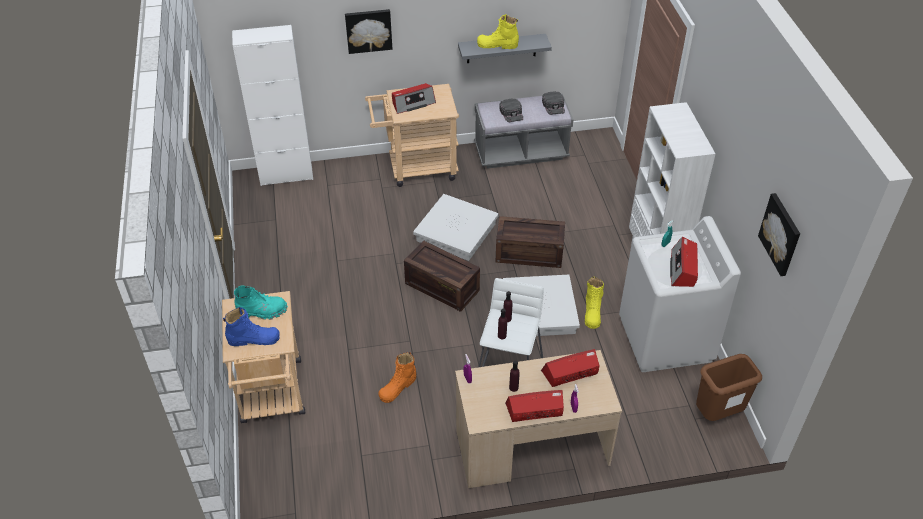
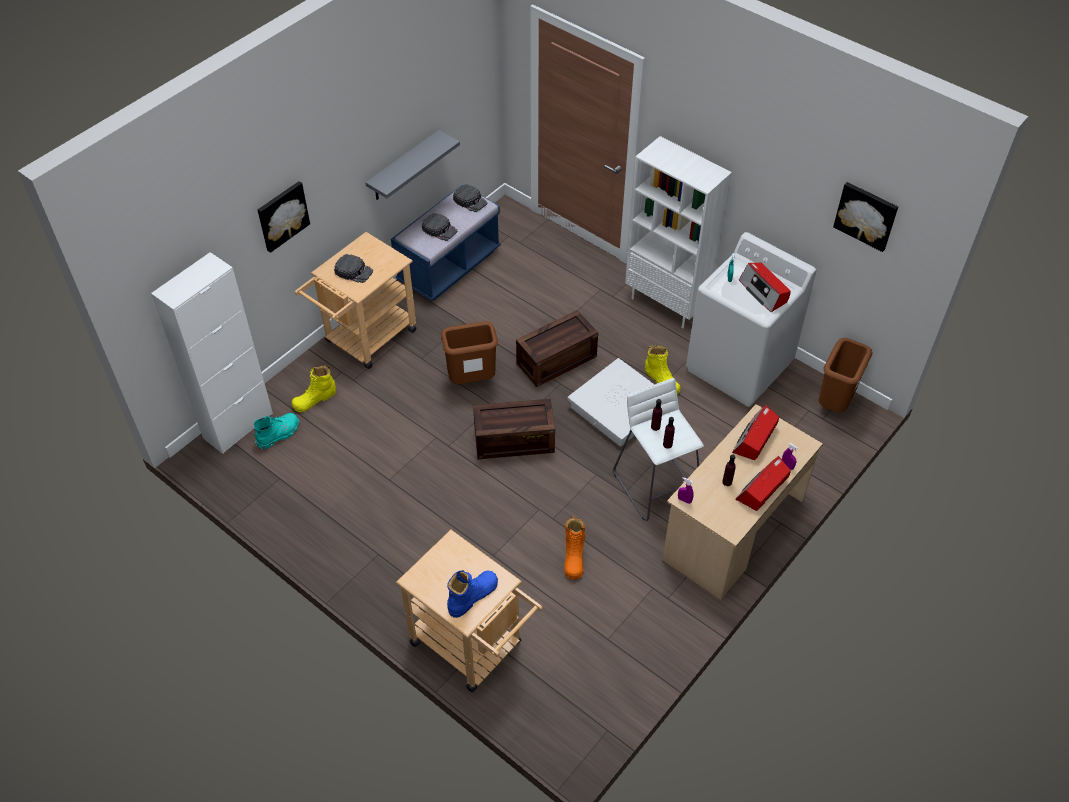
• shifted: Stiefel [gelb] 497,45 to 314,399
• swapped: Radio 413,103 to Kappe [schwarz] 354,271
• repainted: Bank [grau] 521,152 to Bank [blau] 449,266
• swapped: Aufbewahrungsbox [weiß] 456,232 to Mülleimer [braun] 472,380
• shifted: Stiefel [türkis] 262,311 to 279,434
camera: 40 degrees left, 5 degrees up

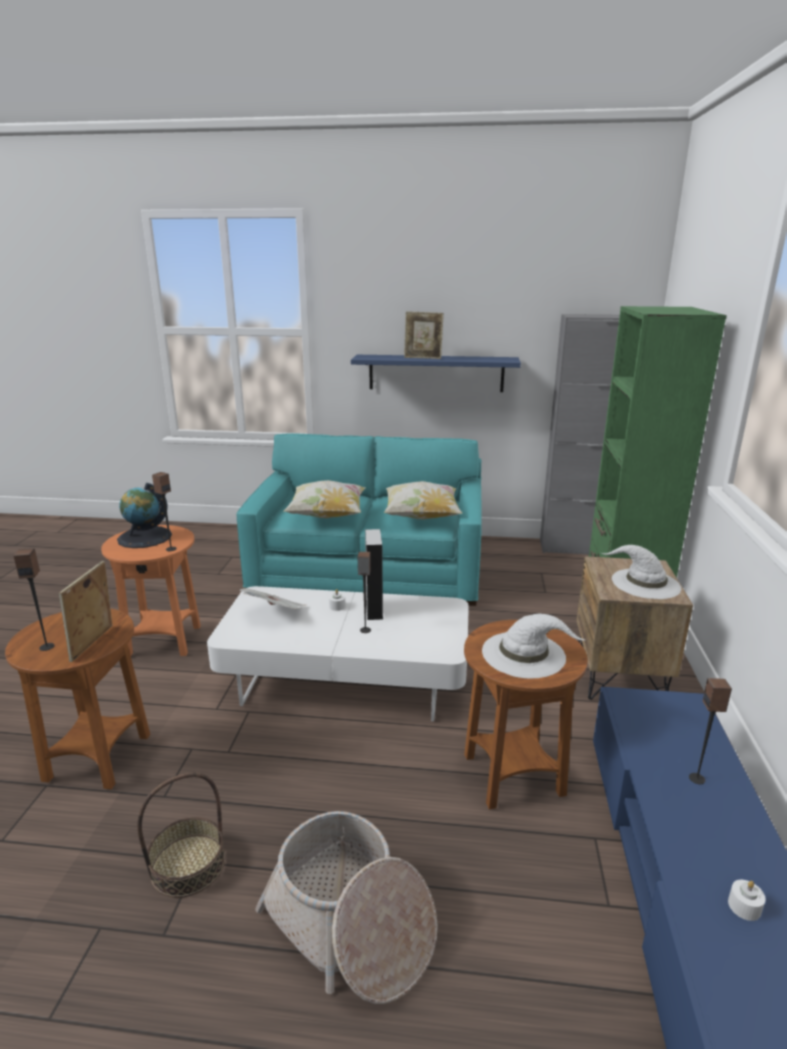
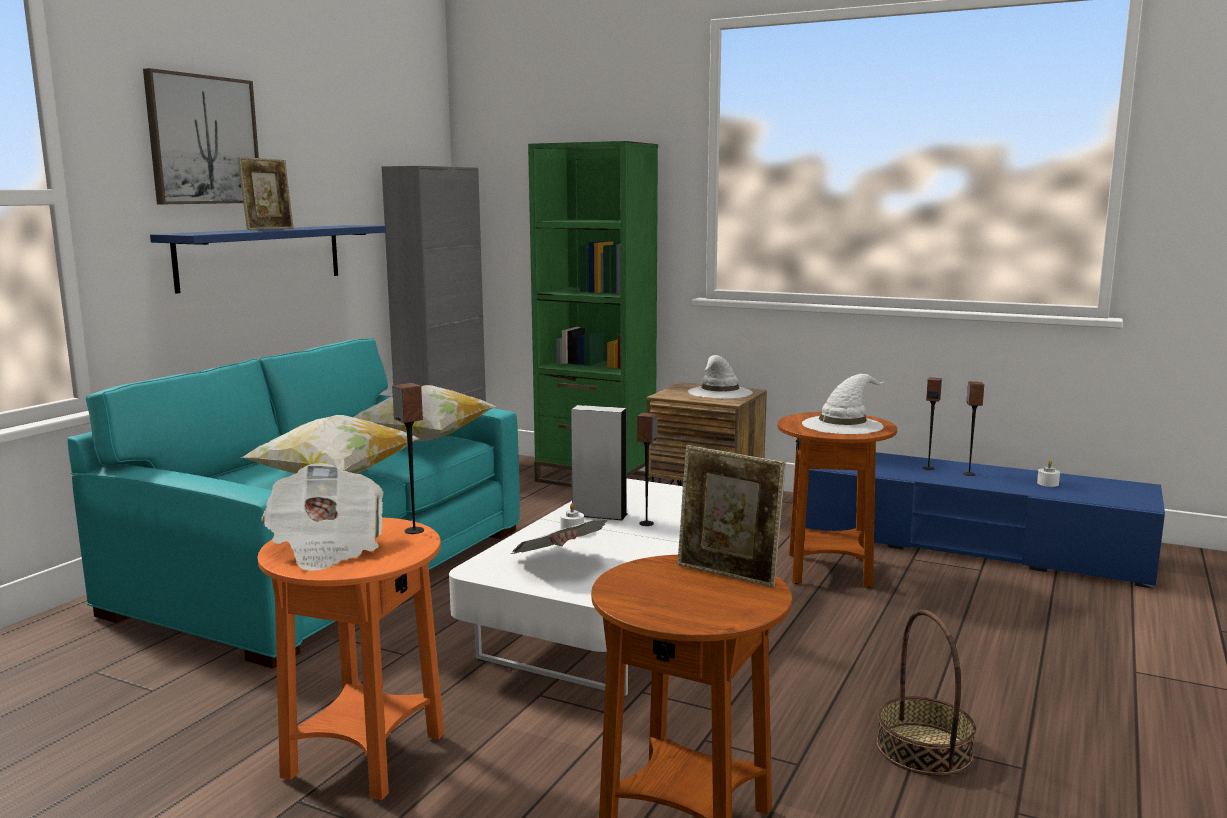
• swapped: Globus 144,537 to Zeitung 326,547
• shifted: Lautsprecher 47,646 to 968,474
• gone: Korb 350,925
• new: Bild 203,140
camera: 70 degrees left, 10 degrees down

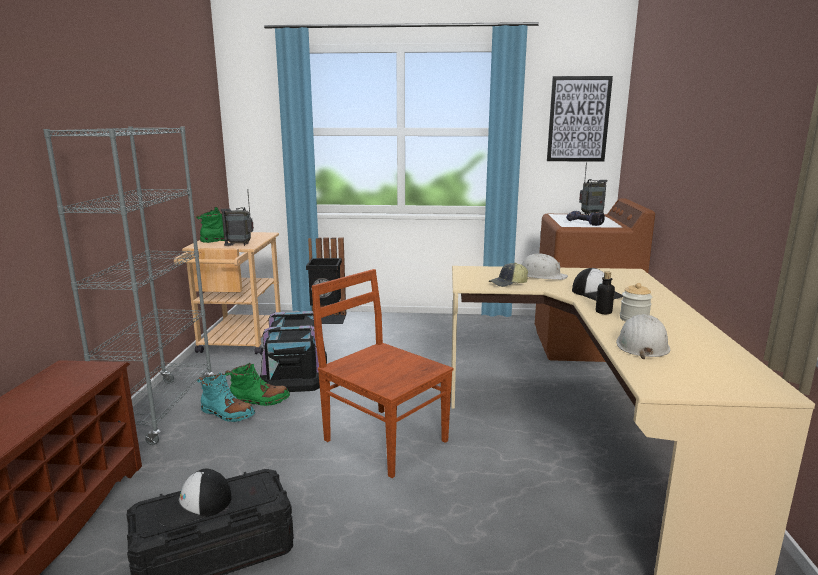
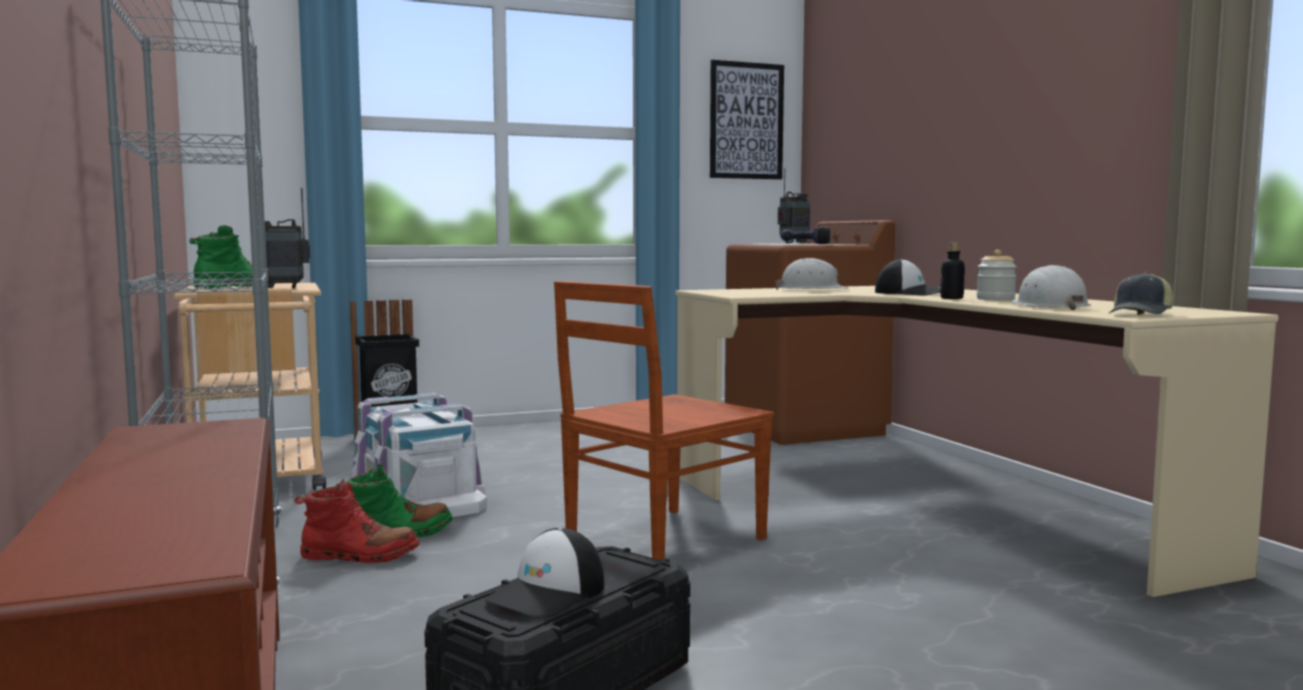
• shifted: Kappe 508,284 to 1141,314
• rotated: Stuhl [braun] 383,439 = 662,541 60 degrees counterclockwise
• repainted: Aufbewahrungsbox [schwarz] 294,372 to Aufbewahrungsbox [weiß] 415,499
• repainted: Stiefel [türkis] 227,414 to Stiefel [rot] 359,556
camera: 25 degrees left, 10 degrees down

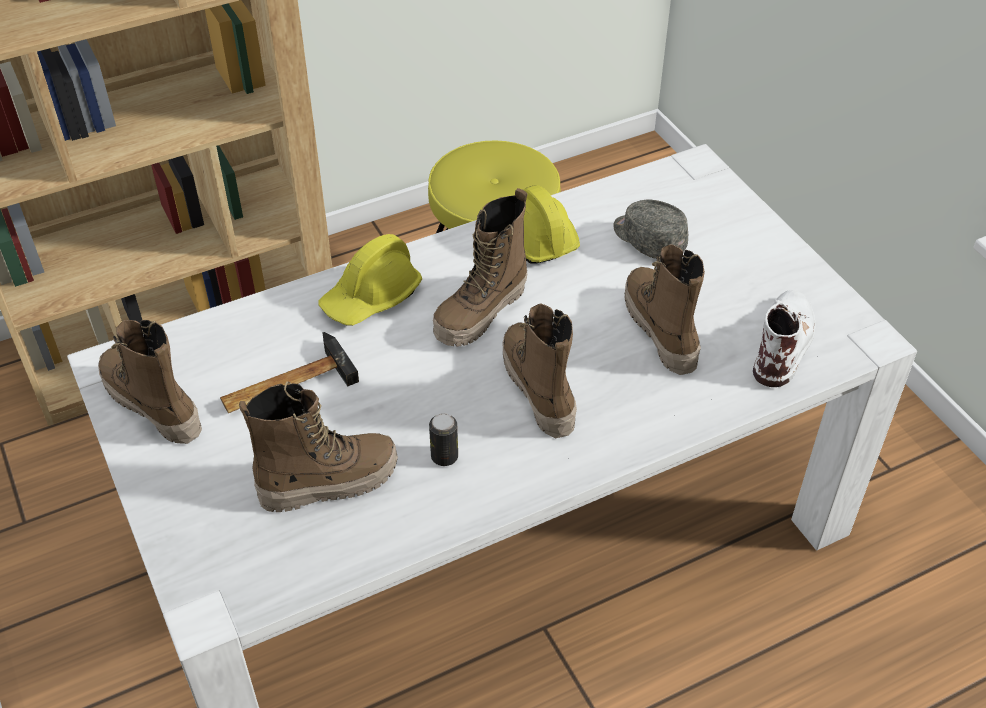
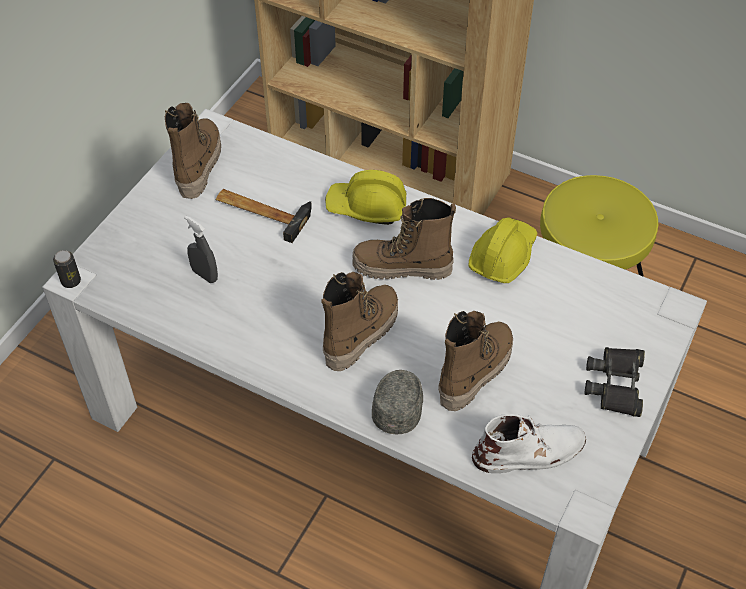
• shifted: Kappe [grau] 648,239 to 399,405
• swapped: Stiefel 328,481 to Sprühflasche [grau] 204,275
• shifted: Dose 444,456 to 71,281
• new: Fernglas [schwarz] 616,384
camera: 55 degrees right, 5 degrees up

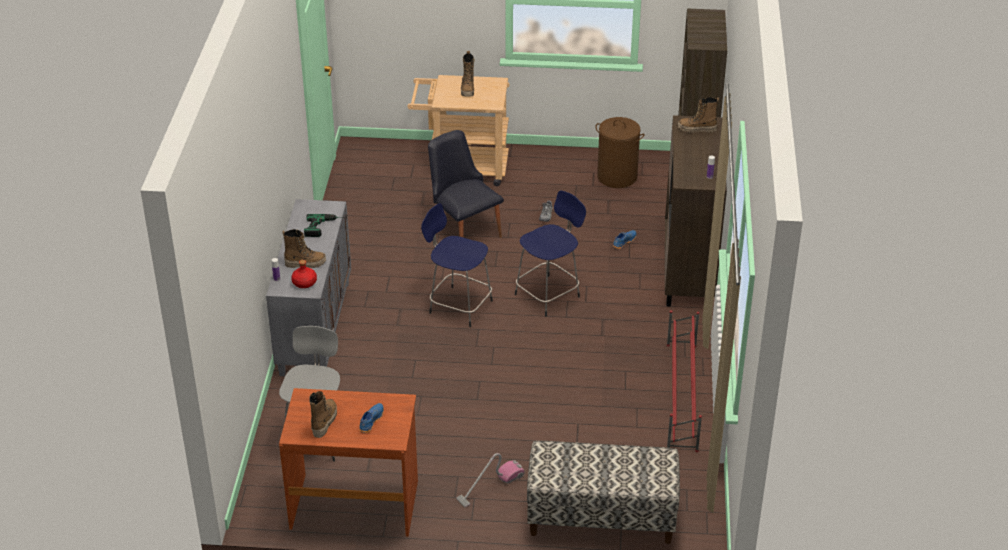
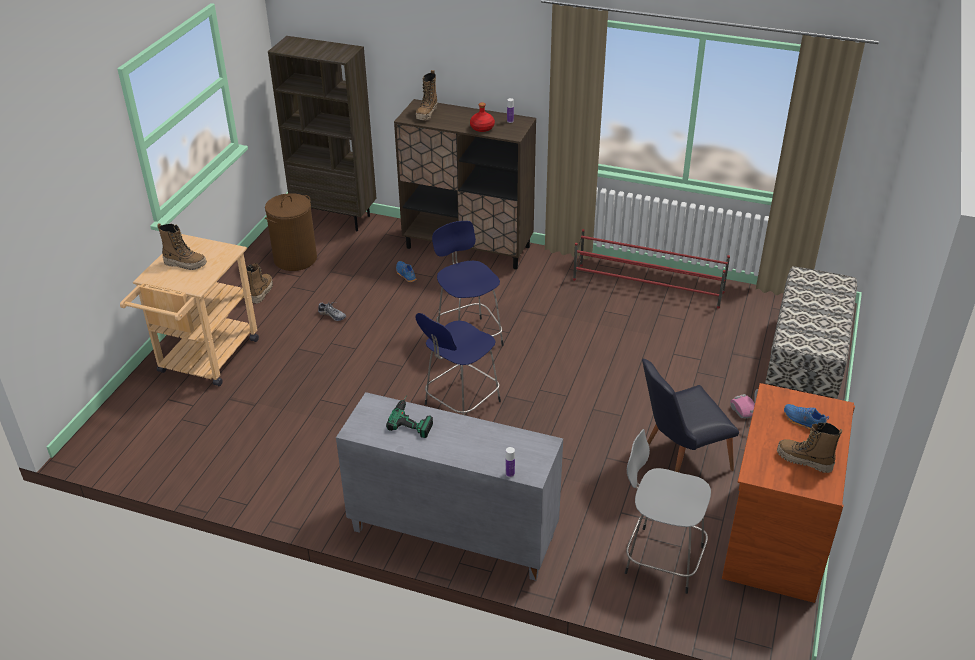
• shifted: Stuhl [schwarz] 464,229 to 678,459
• shifted: Stiefel 305,263 to 261,292
• shifted: Flasche [rot] 304,283 to 482,128
camera: 75 degrees left, 0 degrees up

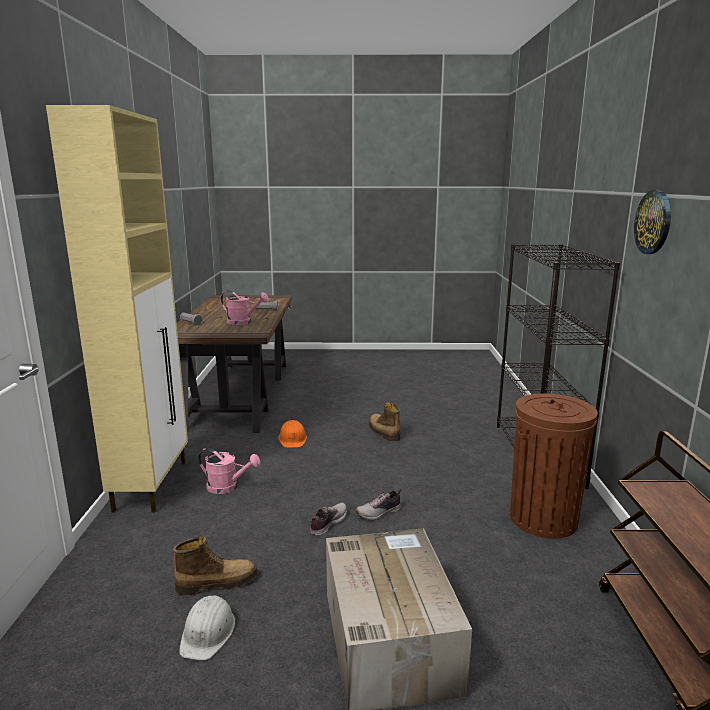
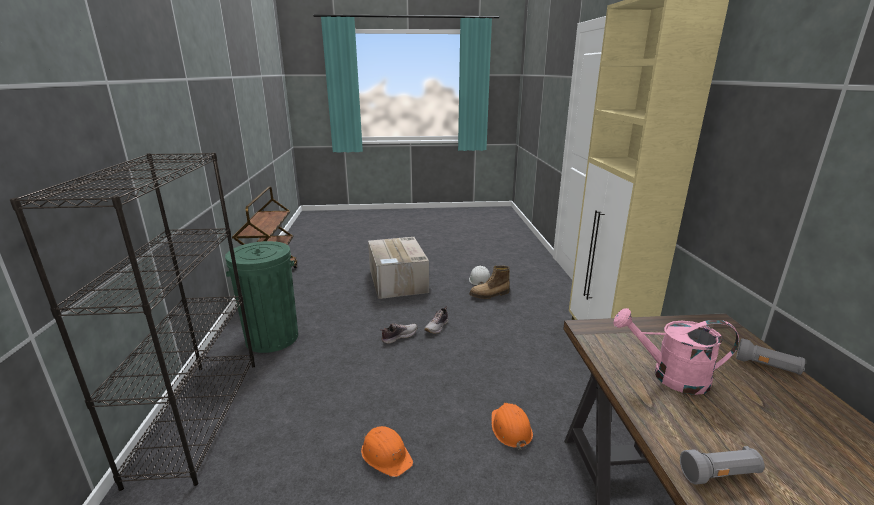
• gone: Wanduhr 653,222
• repainted: Mülleimer [braun] 543,519 to Mülleimer [grün] 272,338
• swapped: Stiefel 383,432 to Schutzhelm [orange] 386,455
• gone: Gießkanne [rosa] 228,487
camera: 175 degrees right, 5 degrees up

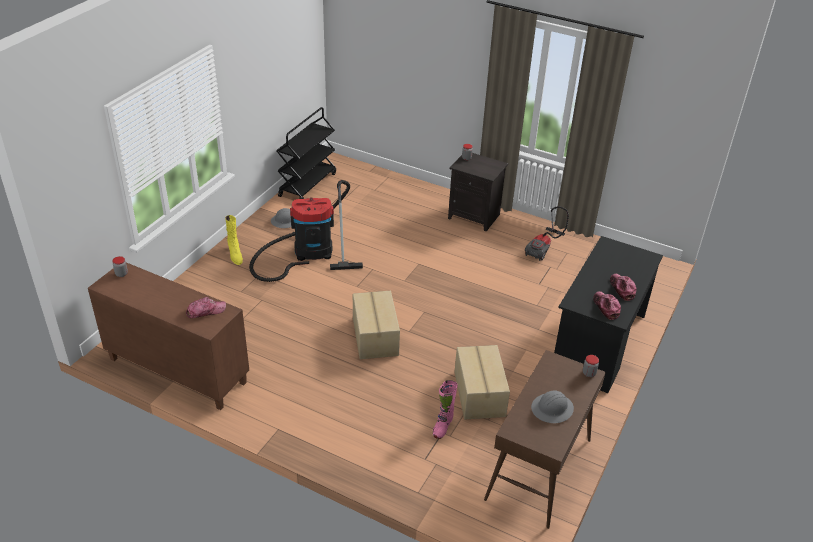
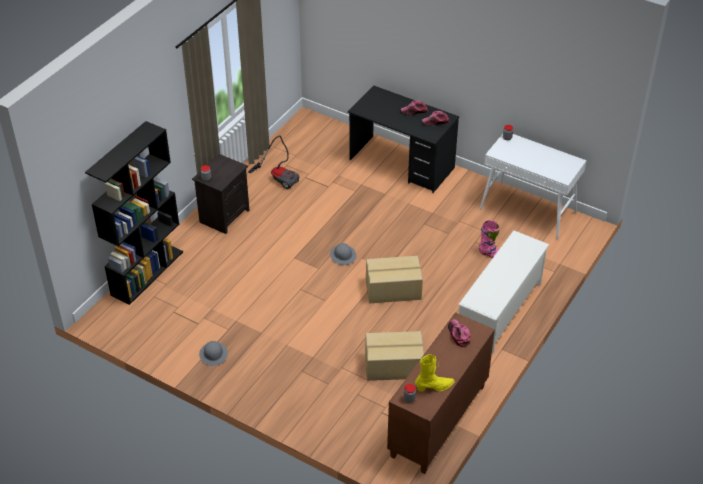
• gone: Rollwagen [schwarz] 307,184
• gone: Staubsauger 308,252
• shifted: Stiefel [gelb] 235,255 to 434,387
• shifted: Karton 478,394 to 394,366
• repainted: Konsolentisch [braun] 539,470 to Konsolentisch [weiß] 528,210
• shifted: Schutzhelm [grau] 552,409 to 343,255
• new: Bücherregal [schwarz] 147,272
• new: Schuhregal [weiß] 500,311
camera: 85 degrees left, 5 degrees up

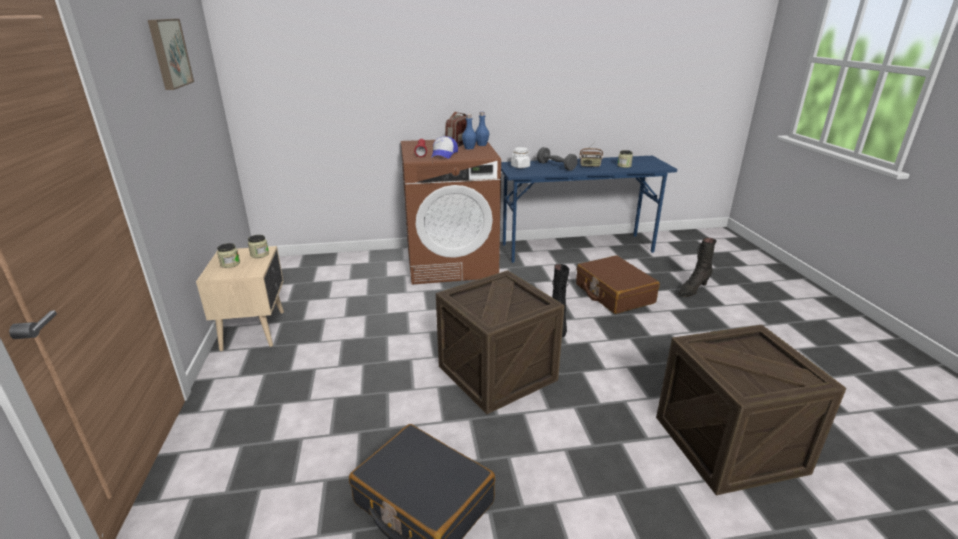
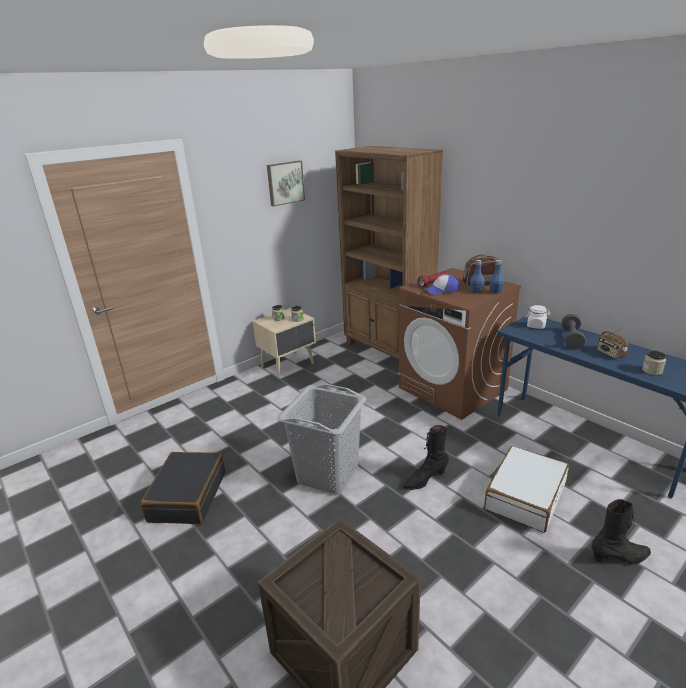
• rotated: Stiefel [schwarz] 692,290 = 619,558 150 degrees clockwise
• repainted: Koffer [braun] 613,293 to Koffer [weiß] 524,496
• swapped: Kiste 497,373 to Wäschekorb [grau] 328,474
• new: Bücherregal [braun] 388,350
camera: 60 degrees right, 0 degrees up

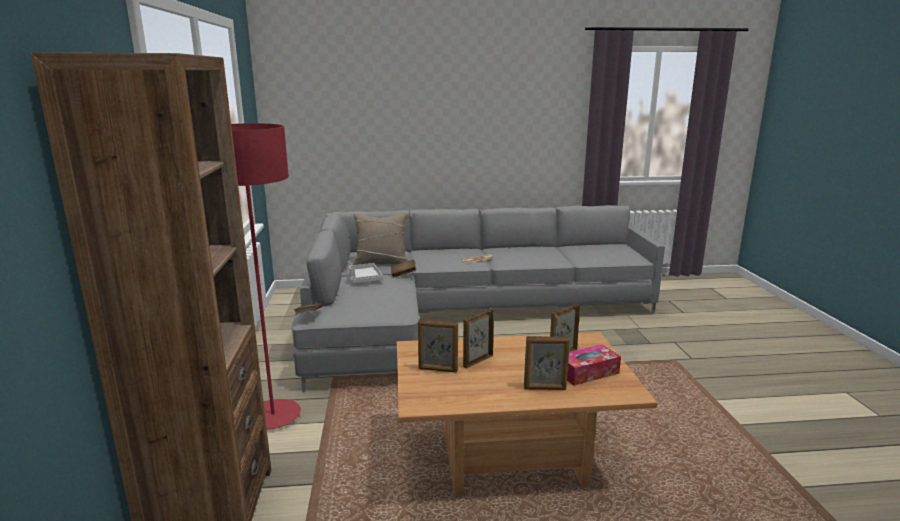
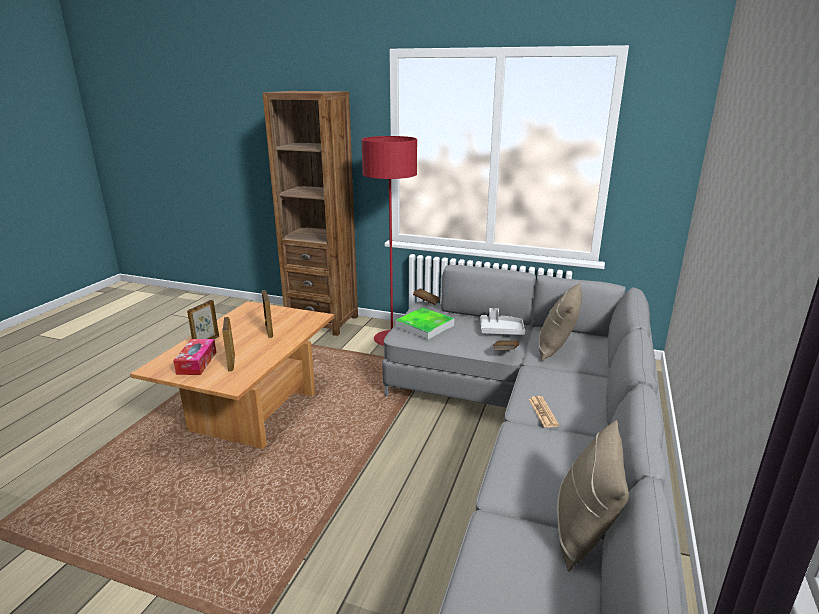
• gone: Bilderrahmen 438,370
• new: Tablett 424,326
• new: Kissen [beige] 583,530
camera: 115 degrees right, 5 degrees up

